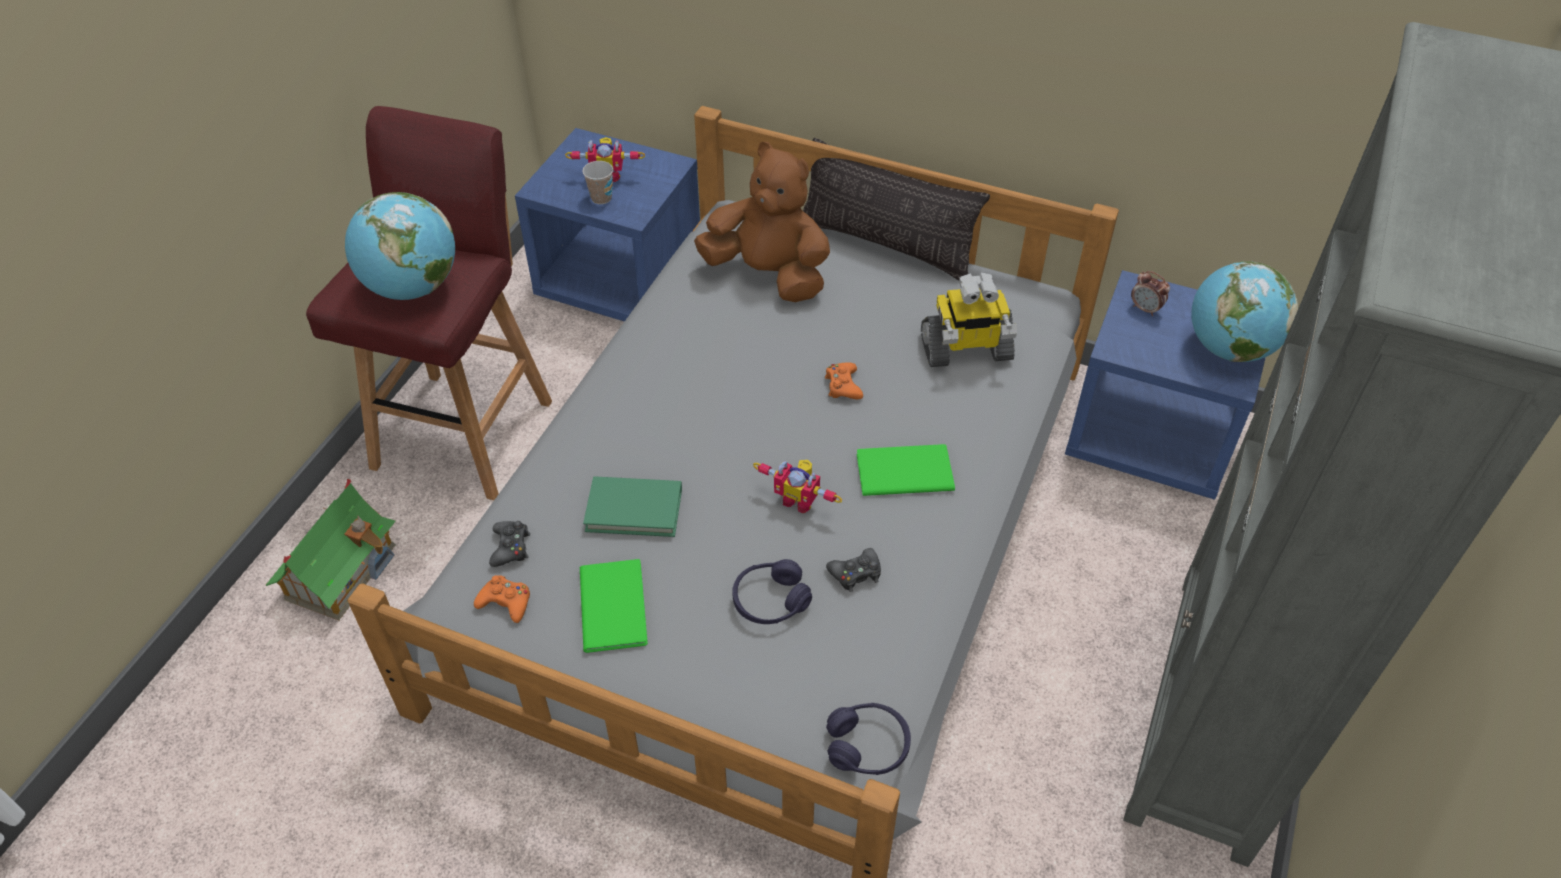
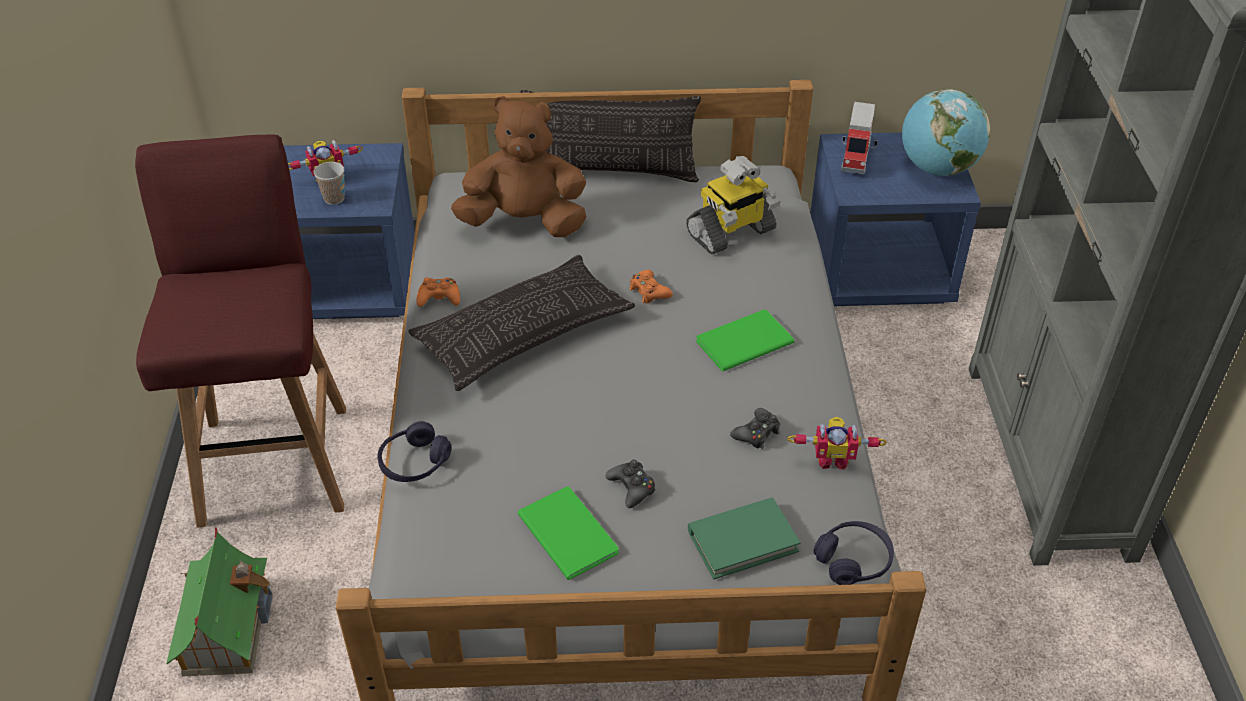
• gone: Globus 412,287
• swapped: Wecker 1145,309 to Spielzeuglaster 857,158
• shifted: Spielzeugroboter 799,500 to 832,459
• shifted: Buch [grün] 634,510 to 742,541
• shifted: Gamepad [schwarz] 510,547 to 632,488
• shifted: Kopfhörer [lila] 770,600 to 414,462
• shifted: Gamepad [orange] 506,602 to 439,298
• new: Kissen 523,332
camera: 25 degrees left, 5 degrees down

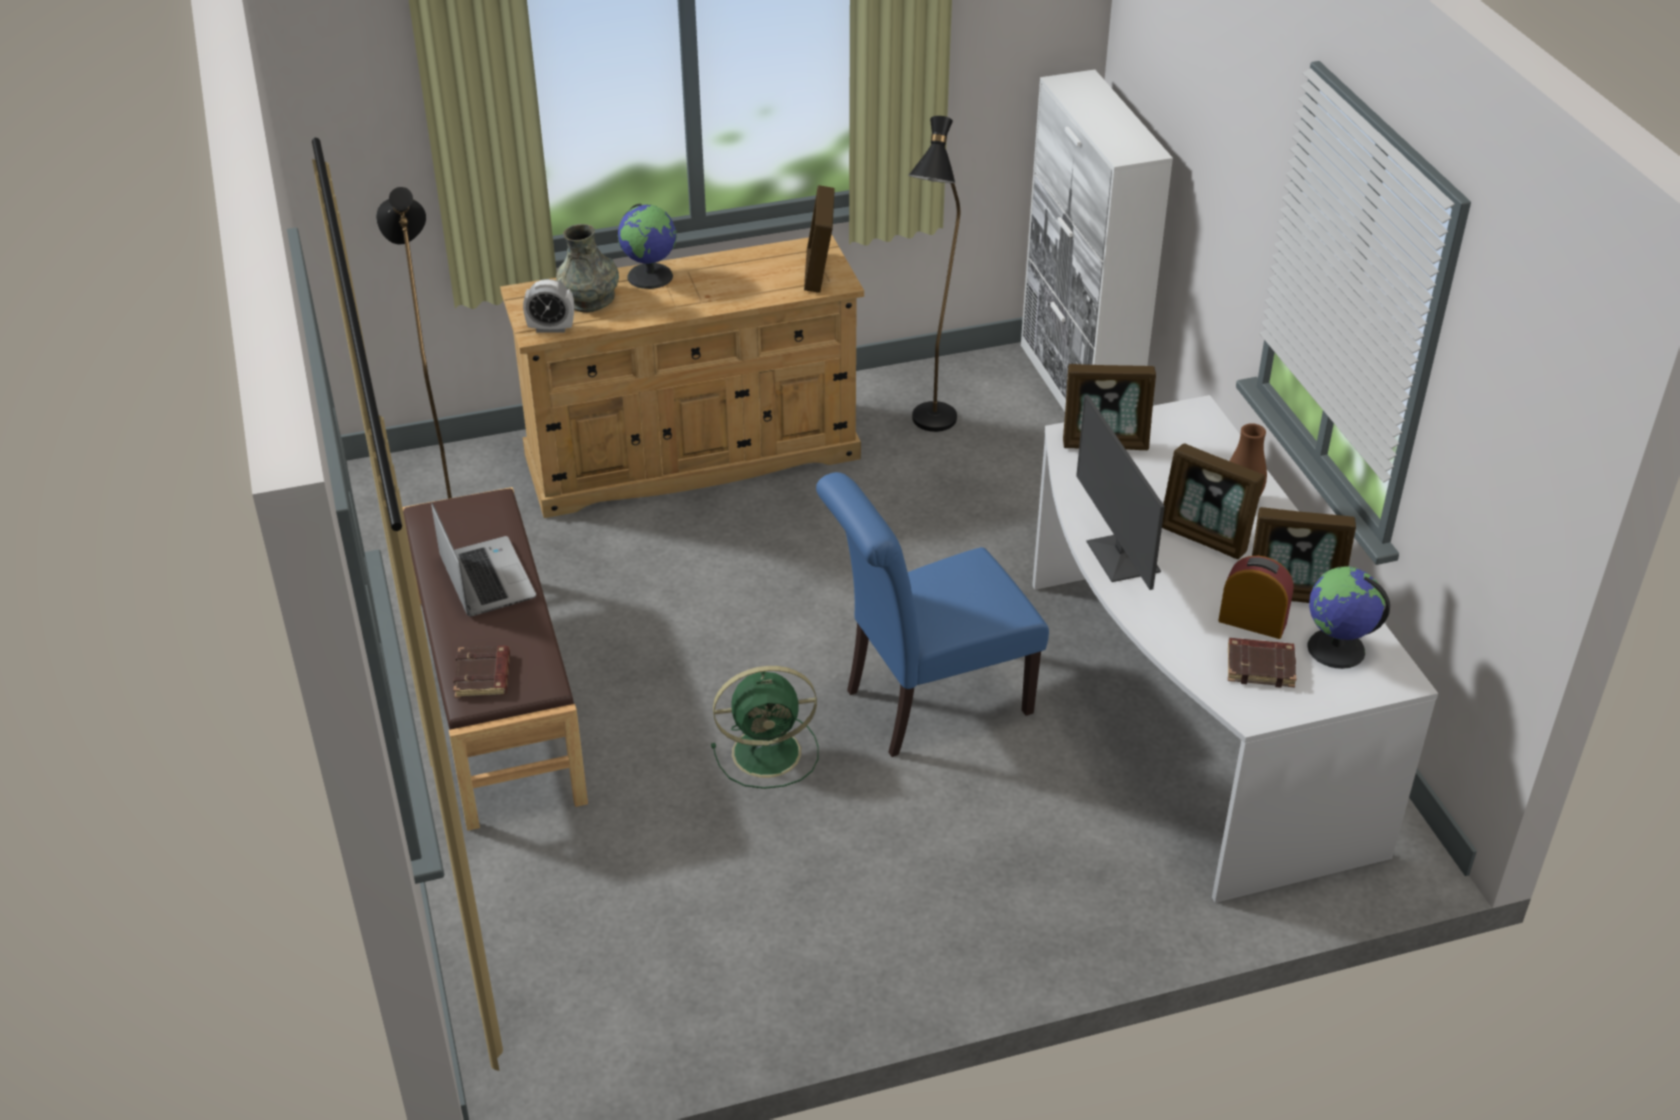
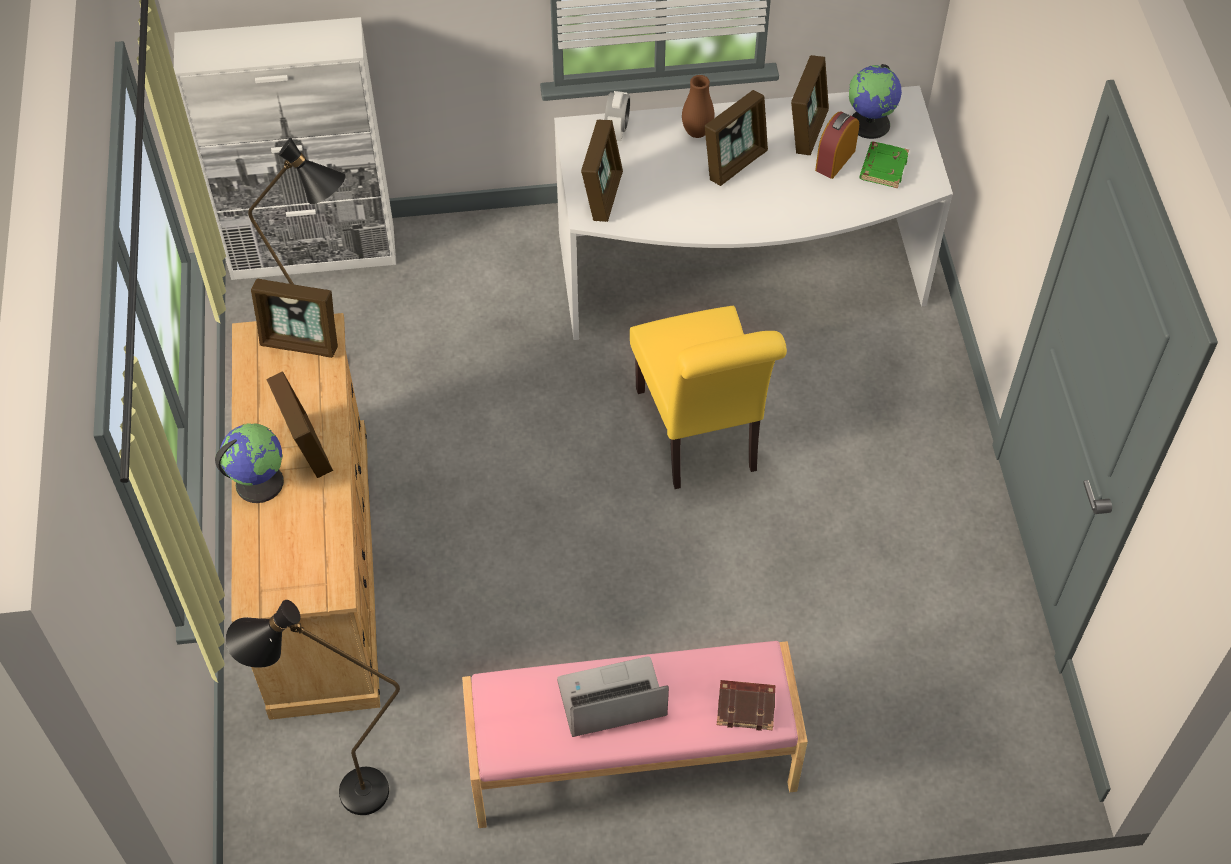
• gone: Vase [grau] 589,298
• shifted: Wecker 551,328 to 617,130
• gone: Monitor 1121,557
• repainted: Stuhl [blau] 927,703 to Stuhl [gelb] 700,437
• repainted: Bank [braun] 496,696 to Bank [rosa] 632,761
• repainted: Buch [braun] 1261,666 to Buch [grün] 883,167
• gone: Ventilator [grün] 770,752
• new: Bilderrahmen 305,447
camera: 80 degrees left, 15 degrees up

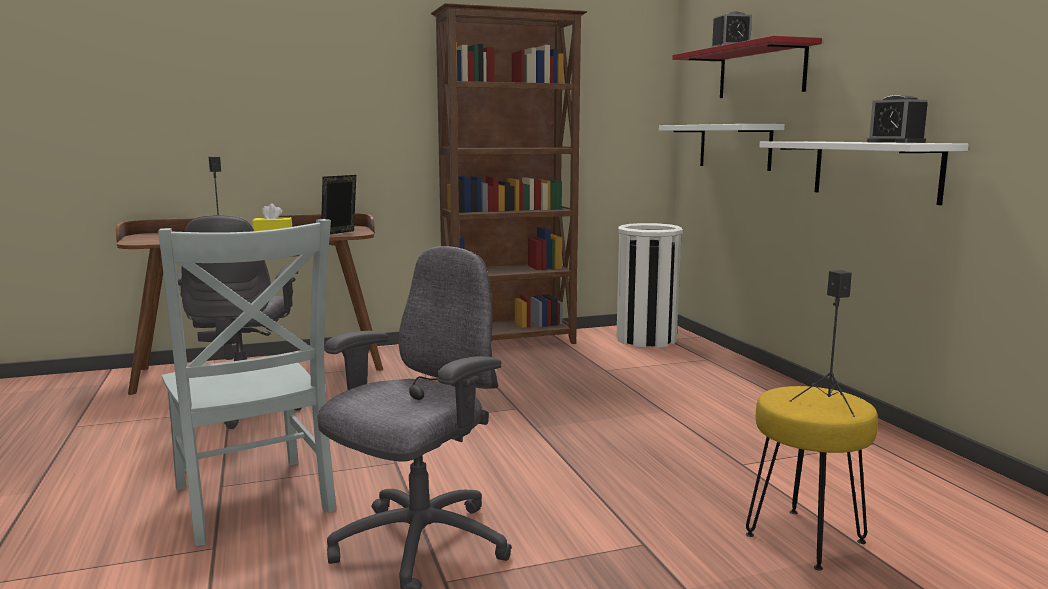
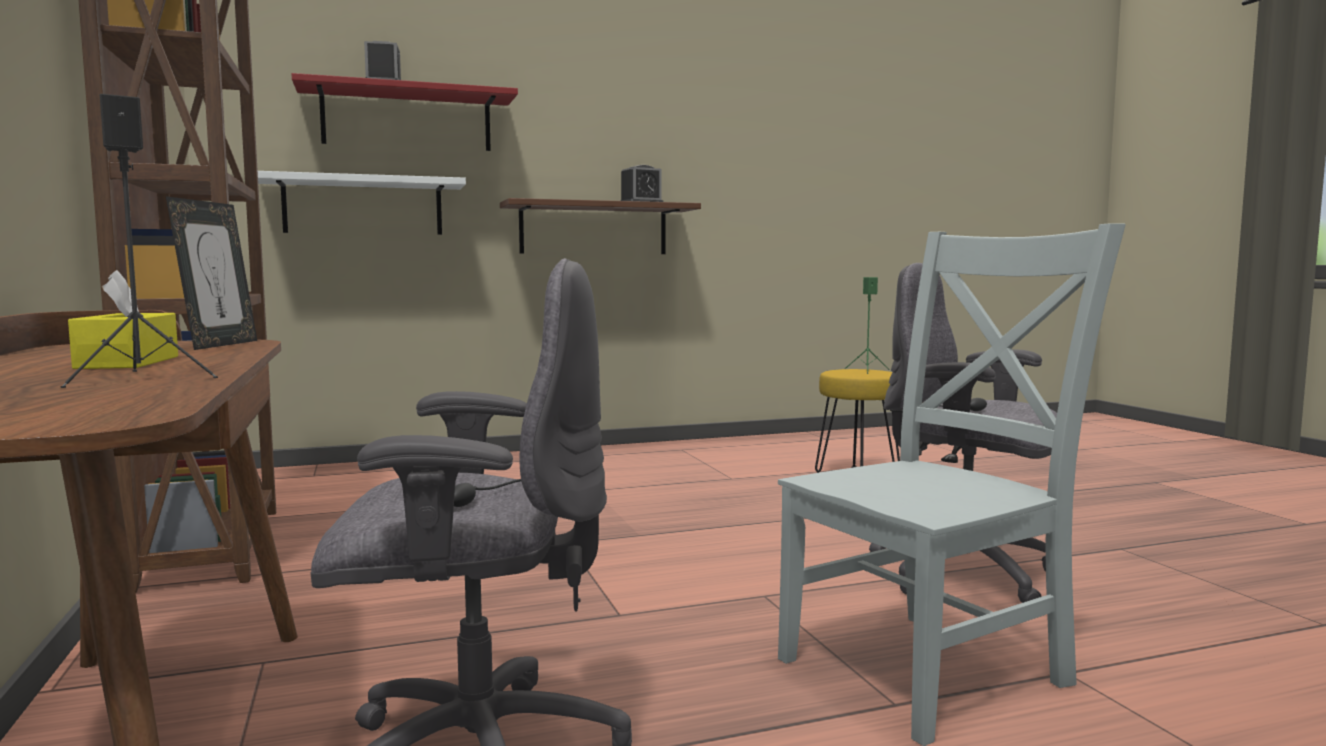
• repainted: Wandregal [weiß] 875,170 to Wandregal [braun] 594,229
• rotated: Bilderrahmen 340,233 = 219,345 120 degrees counterclockwise
• gone: Mülleimer [weiß] 646,339
• repainted: Lautsprecher [schwarz] 827,404 to Lautsprecher [grün] 867,370
camera: 90 degrees left, 5 degrees down

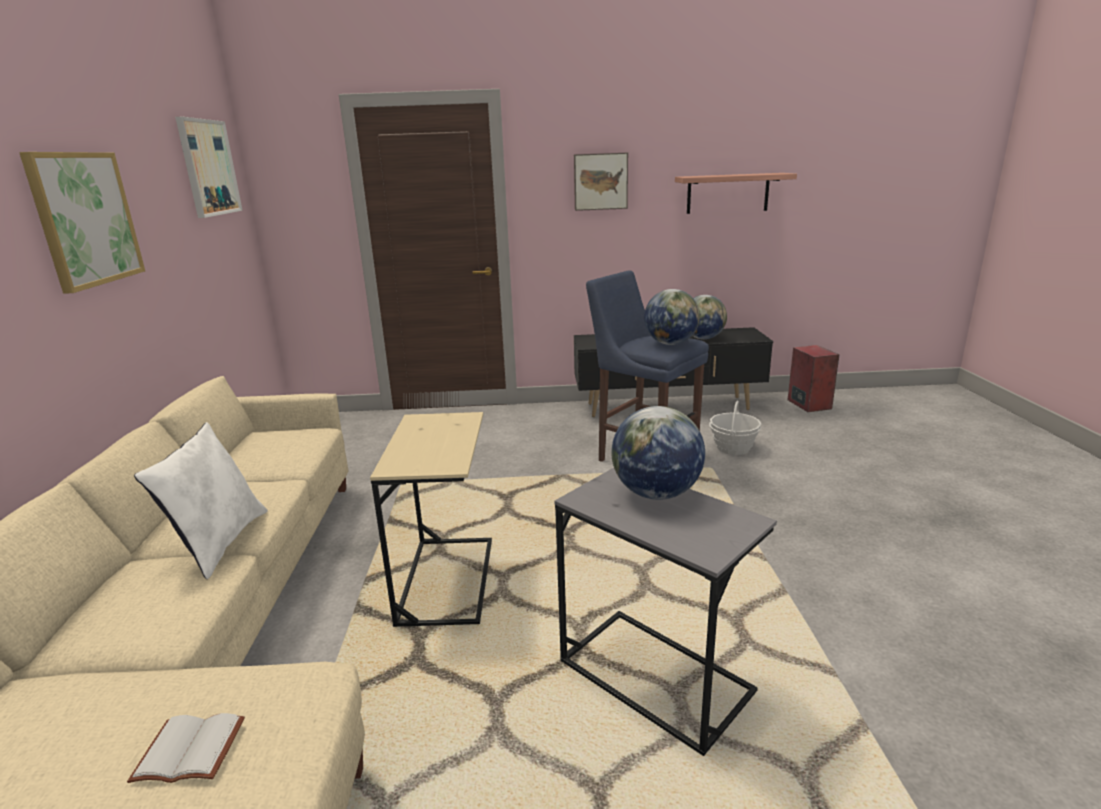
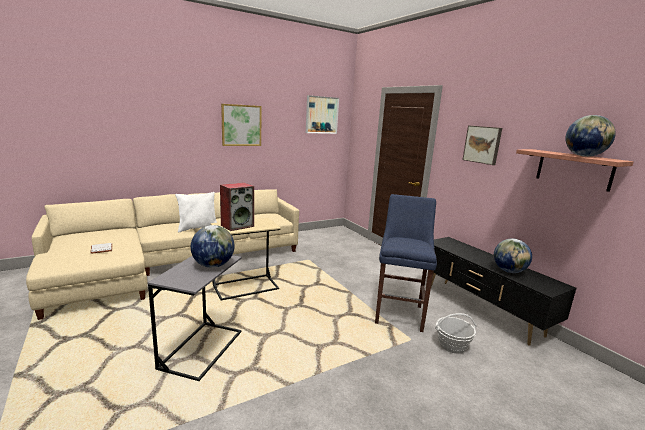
• shifted: Globus 670,343 to 584,156
• shifted: Lautsprecher 808,404 to 237,226
camera: 60 degrees right, 5 degrees down

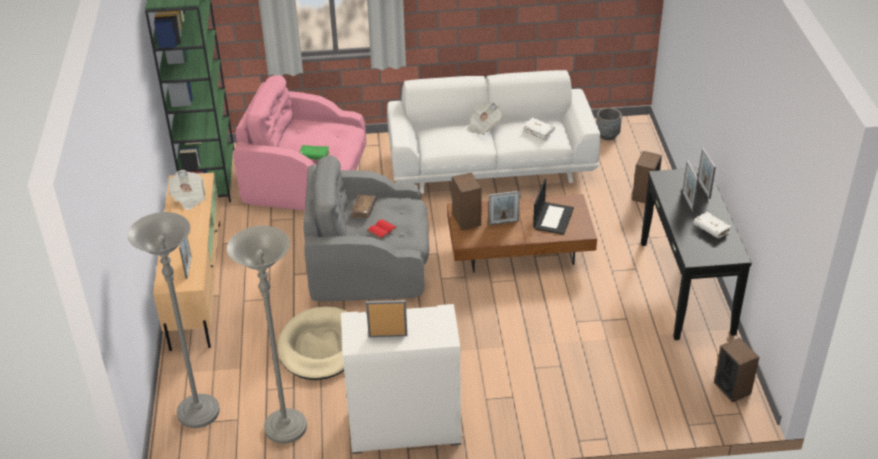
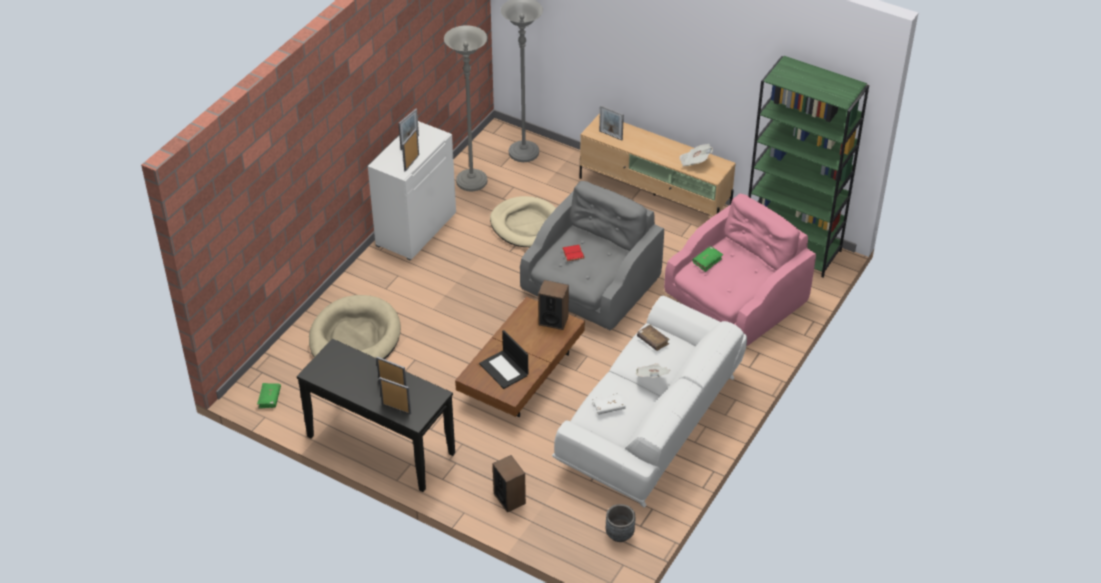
• shifted: Bilderrahmen 503,222 to 411,163
• shifted: Buch [braun] 363,210 to 652,341
• gone: Buch [weiß] 711,229
• swapped: Lautsprecher 732,388 to Buch [grün] 269,398
• new: Hundebett [beige] 355,338
camera: 125 degrees right, 5 degrees up

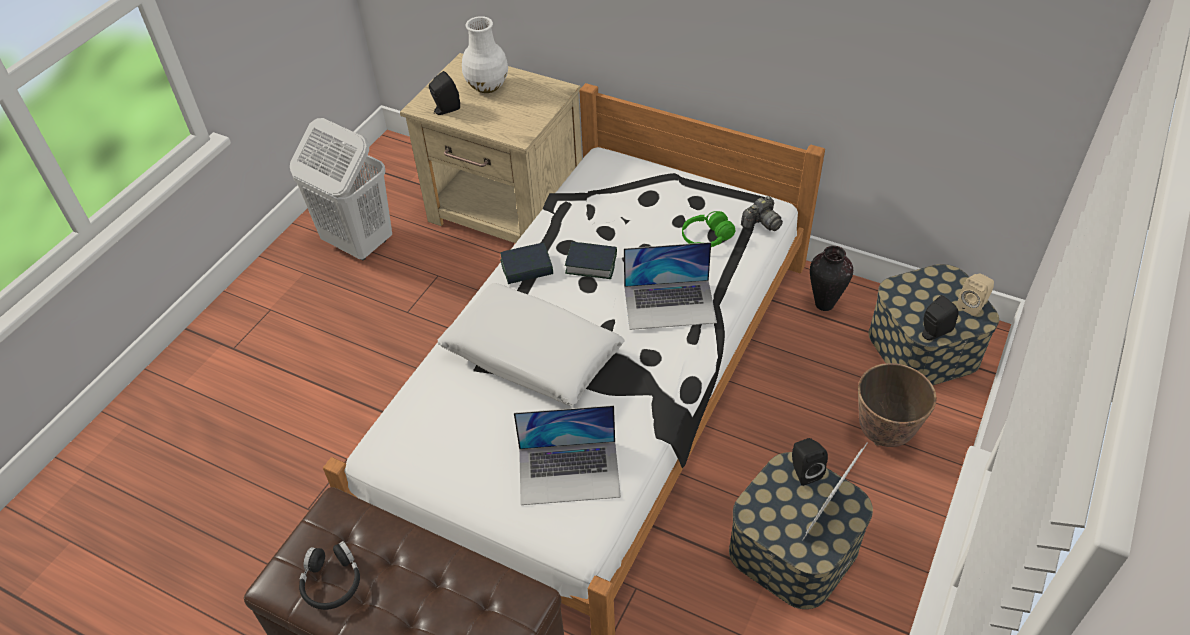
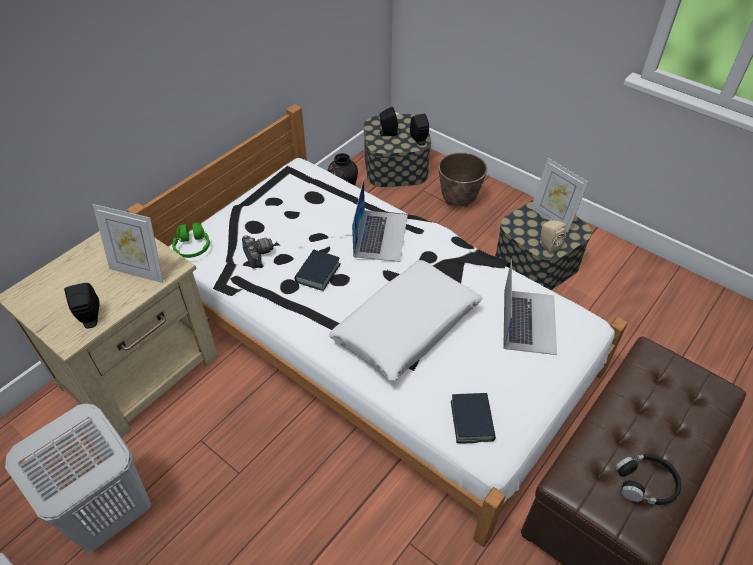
• gone: Vase [weiß] 486,86
• shifted: Kamera 761,223 to 257,255
• shifted: Kopfhörer [grün] 707,237 to 192,247
• shifted: Buch 527,268 to 472,420
• shifted: Lautsprecher [beige] 973,305 to 548,245
• shifted: Lautsprecher [schwarz] 803,471 to 387,133
• new: Bilderrahmen 139,271
camera: 80 degrees left, 0 degrees up

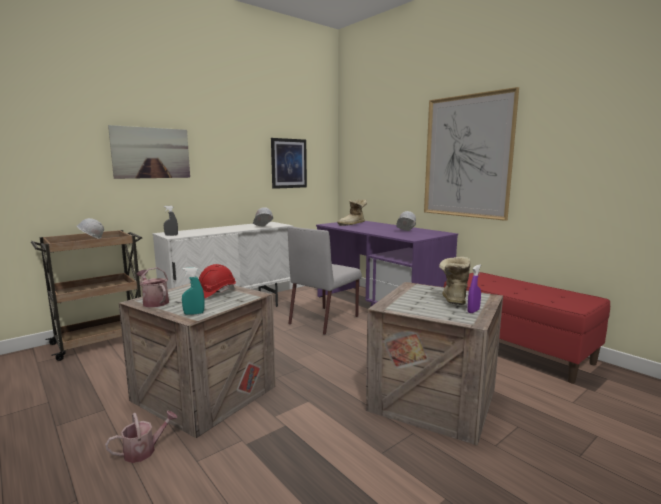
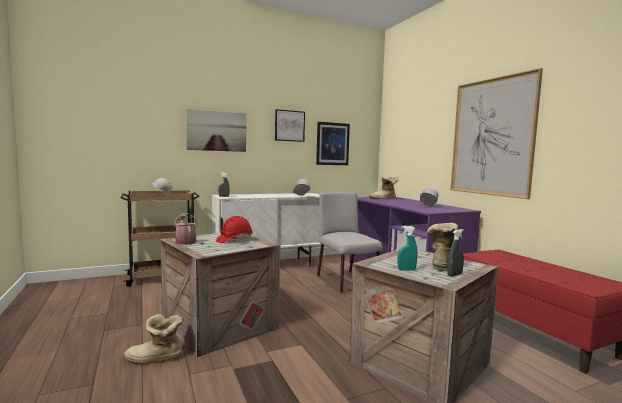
• rotated: Stuhl [grau] 324,320 = 346,282 105 degrees clockwise
• repainted: Sprühflasche [lila] 473,311 to Sprühflasche [grau] 454,275
• shifted: Sprühflasche [türkis] 194,313 to 406,270
• swapped: Gießkanne 144,450 to Stiefel 155,359
• new: Bild 289,126
camera: 15 degrees right, 5 degrees down

